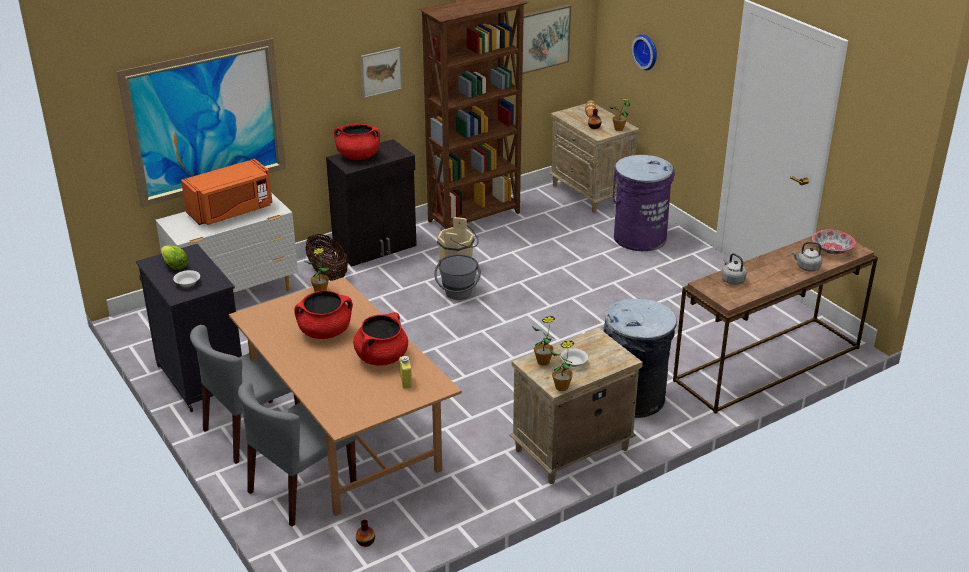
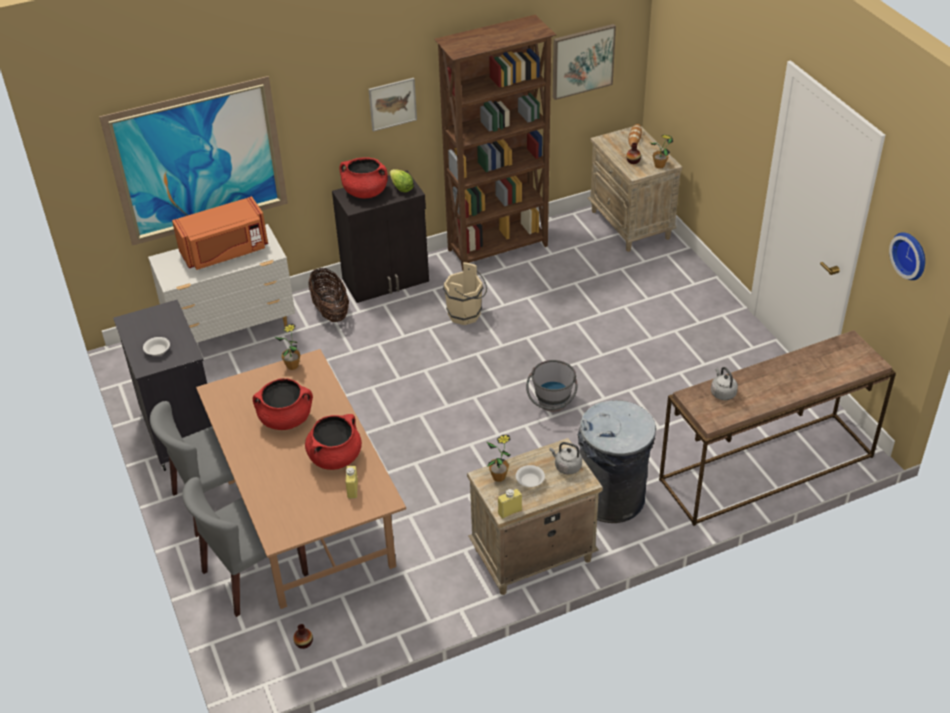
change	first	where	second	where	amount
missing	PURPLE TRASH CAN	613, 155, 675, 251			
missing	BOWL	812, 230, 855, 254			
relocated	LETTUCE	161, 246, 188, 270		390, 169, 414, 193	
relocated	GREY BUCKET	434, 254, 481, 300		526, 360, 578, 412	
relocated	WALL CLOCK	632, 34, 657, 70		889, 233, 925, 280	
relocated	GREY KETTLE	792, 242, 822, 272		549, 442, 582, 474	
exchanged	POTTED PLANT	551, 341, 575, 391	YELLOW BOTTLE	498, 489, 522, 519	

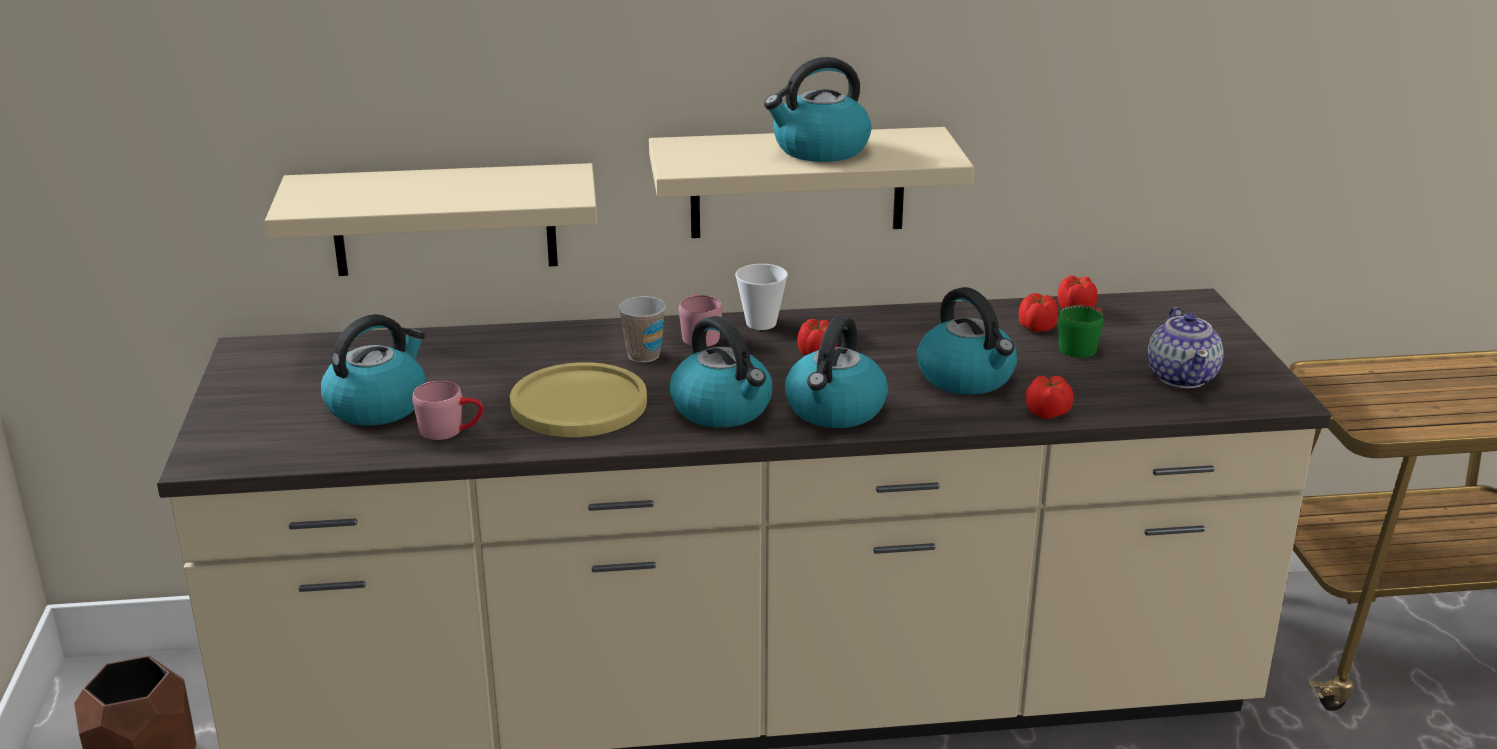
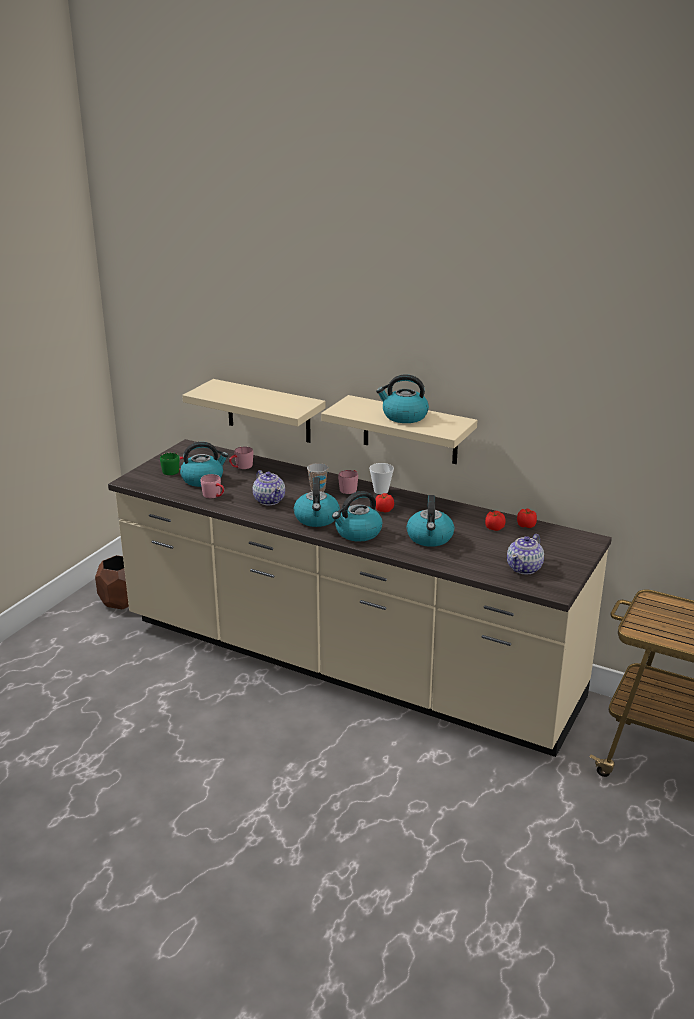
change	first	where	second	where	amount
missing	TOMATO	1026, 376, 1074, 419			
appeared			PINK MUG	229, 447, 253, 469	
relocated	GREEN MUG	1058, 305, 1103, 358		160, 452, 183, 475	
exchanged	YELLOW PLATE	510, 362, 647, 437	TEAPOT	253, 470, 285, 505	

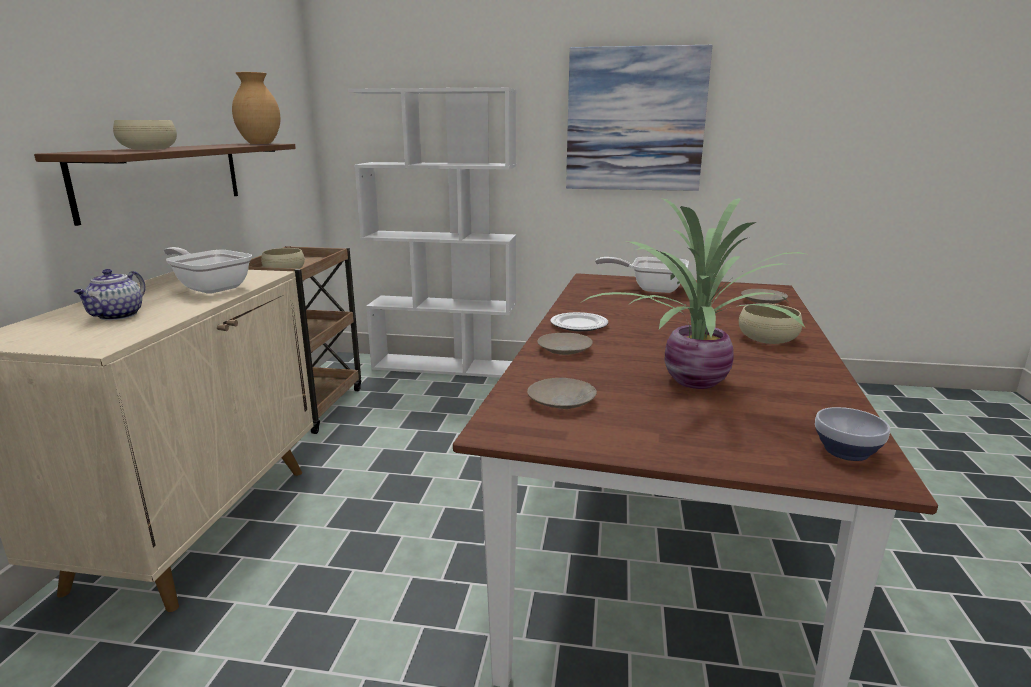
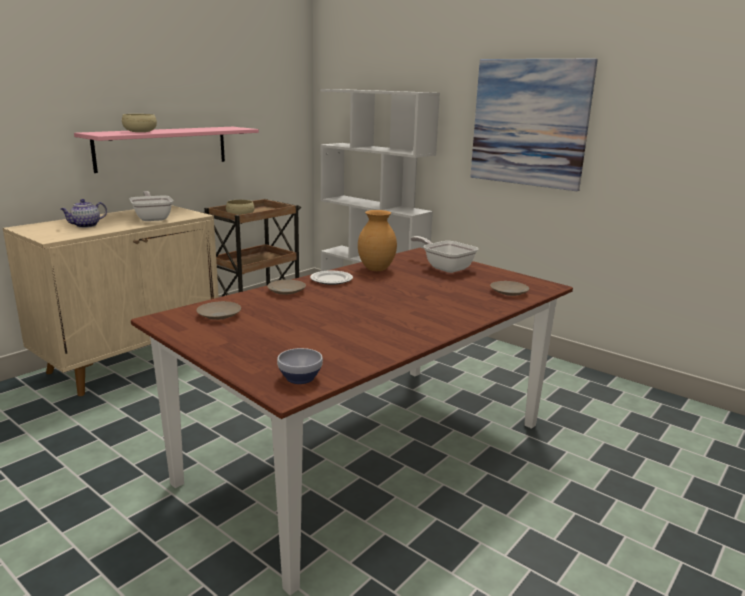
change	first	where	second	where	amount
missing	POTTED PLANT	580, 198, 805, 389			
missing	BEIGE BOWL	739, 303, 803, 344			
relocated	BROWN VASE	232, 72, 280, 144		358, 210, 397, 271	
colour	BROWN SHELF	34, 143, 296, 226	PINK SHELF	74, 127, 259, 173	

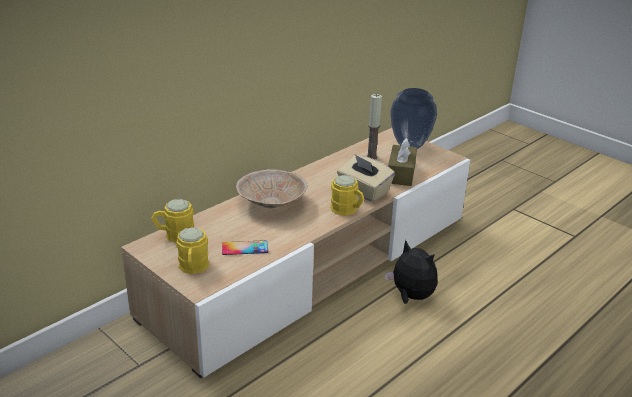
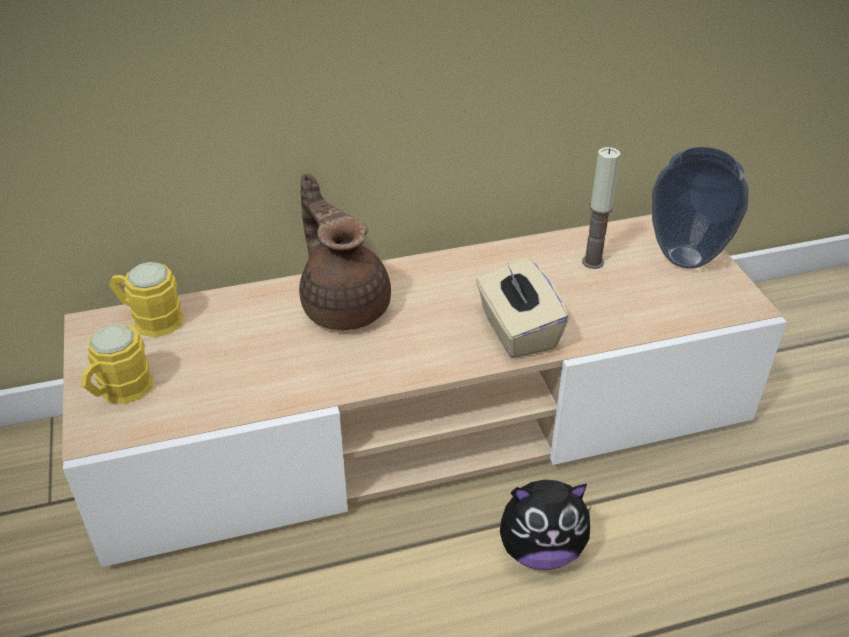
change	first	where	second	where	amount
missing	PHONE	222, 240, 268, 255			
missing	YELLOW MUG	330, 175, 364, 216			
missing	BROWN TISSUE BOX	388, 138, 417, 186			
exchanged	BEIGE BOWL	236, 169, 307, 208	BROWN TEAPOT	299, 173, 391, 330	
spun	PLUSH TOY	385, 240, 438, 304		500, 480, 591, 570	105 degrees clockwise

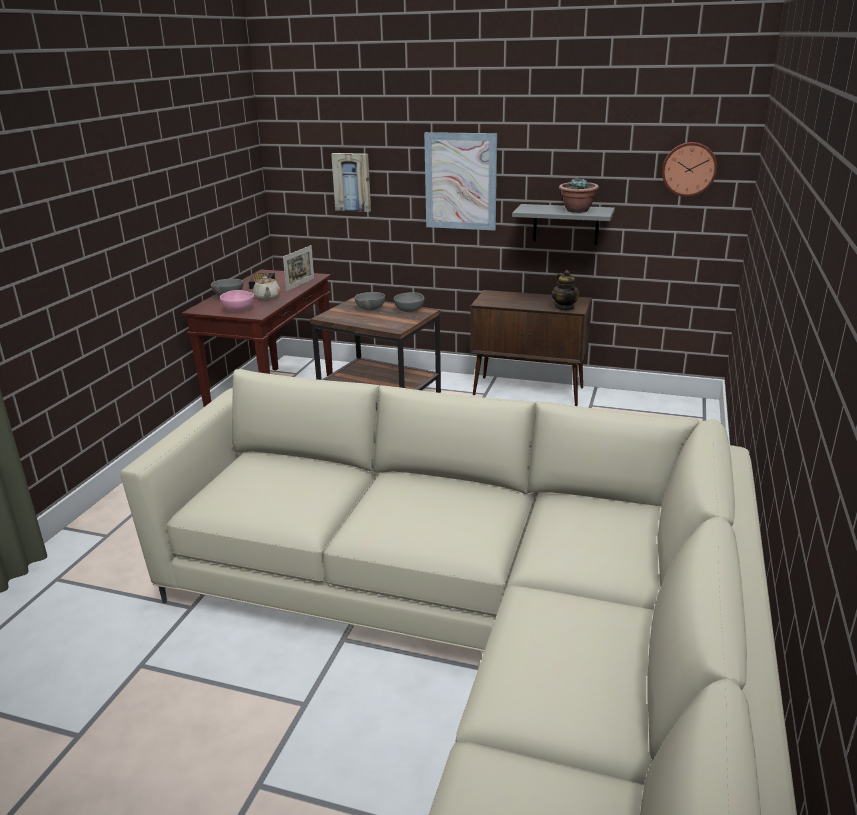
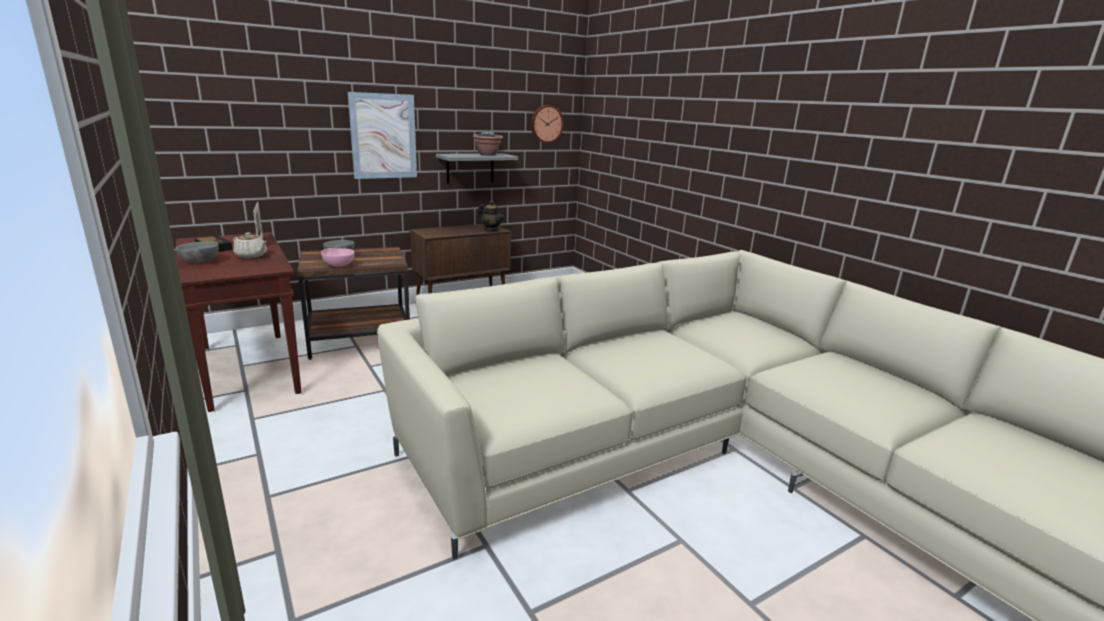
change	first	where	second	where	amount
missing	PICTURE	331, 153, 371, 212			
missing	GREY BOWL	394, 292, 424, 312			
relocated	PINK BOWL	220, 290, 254, 312		321, 248, 354, 267	

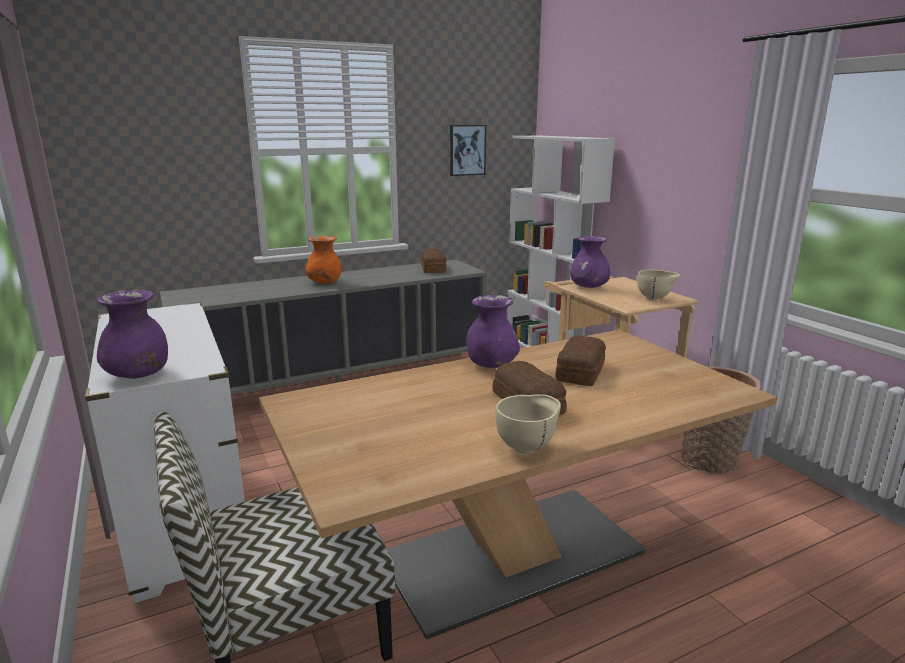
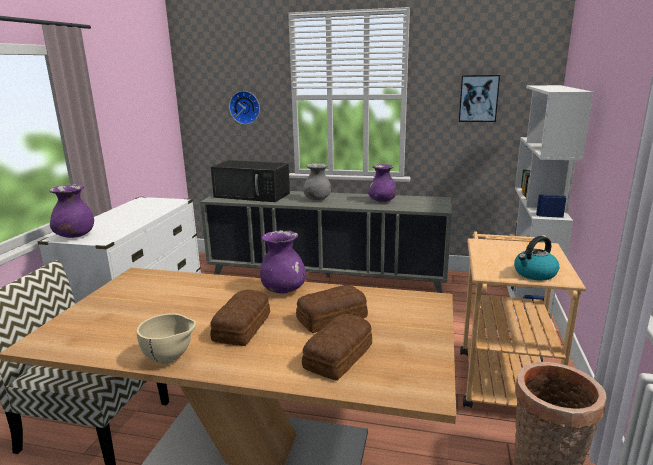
change	first	where	second	where	amount
appeared			BLACK MICROWAVE	211, 160, 290, 202	
appeared			WALL CLOCK	229, 91, 260, 125	
relocated	BREAD	421, 248, 446, 273		302, 314, 372, 380	
relocated	PURPLE VASE	570, 236, 610, 288		368, 164, 396, 202	
exchanged	BEIGE BOWL	637, 270, 680, 301	KETTLE	514, 236, 559, 280	
colour	ORANGE VASE	306, 236, 342, 284	GREY VASE	303, 163, 331, 200	

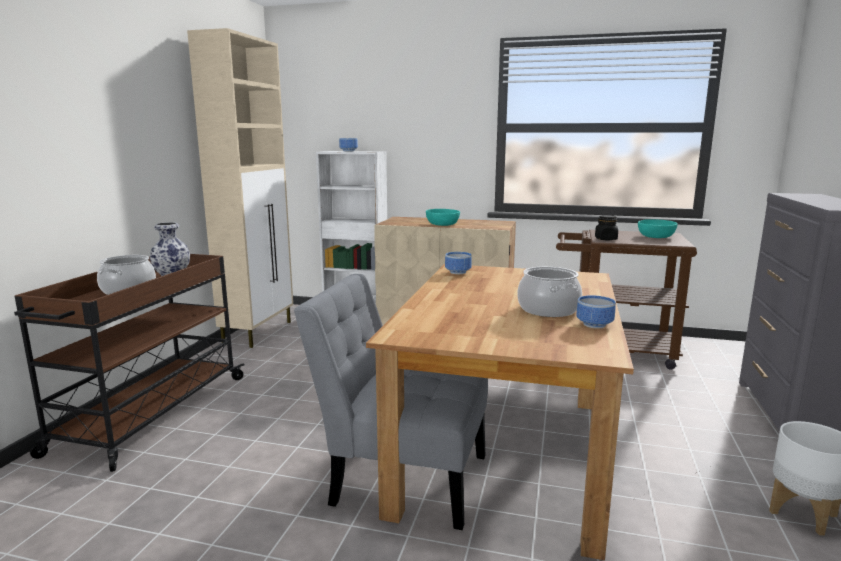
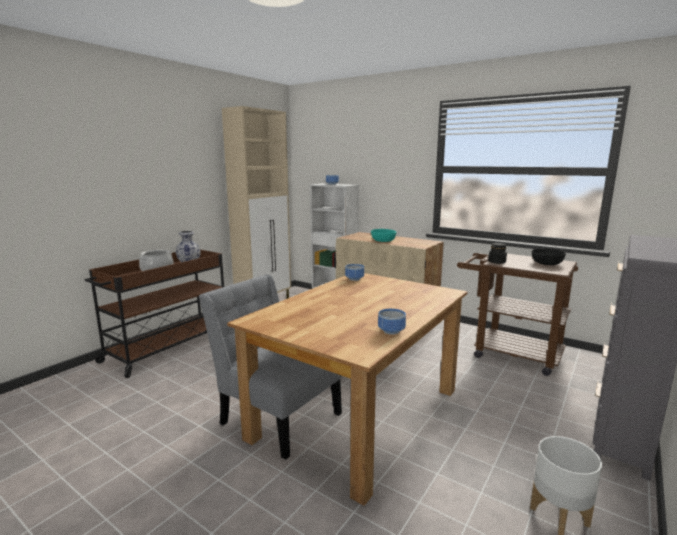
change	first	where	second	where	amount
missing	COOKING POT	518, 267, 582, 317			
colour	TURQUOISE BOWL	638, 219, 678, 238	BLACK BOWL	532, 248, 566, 265	

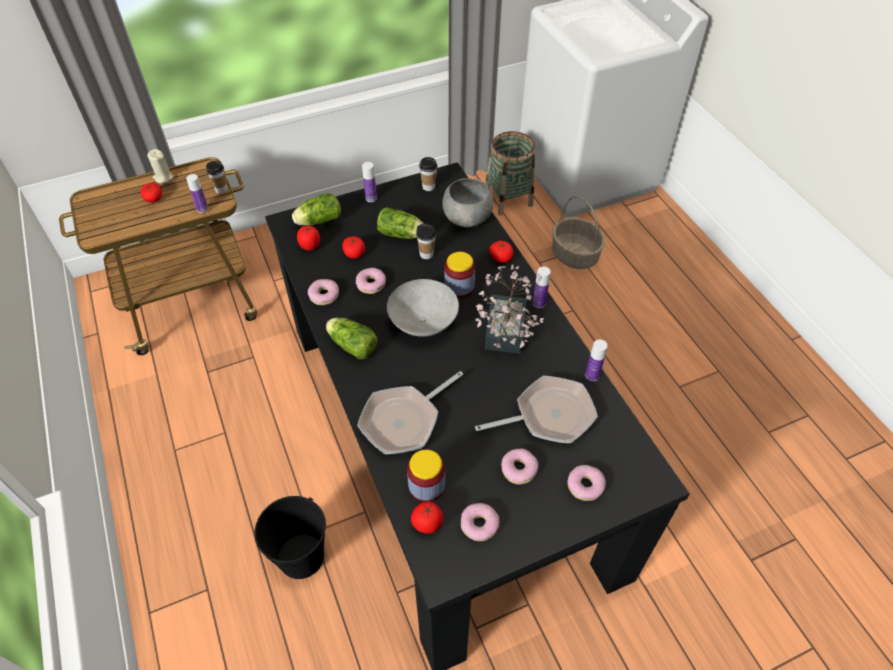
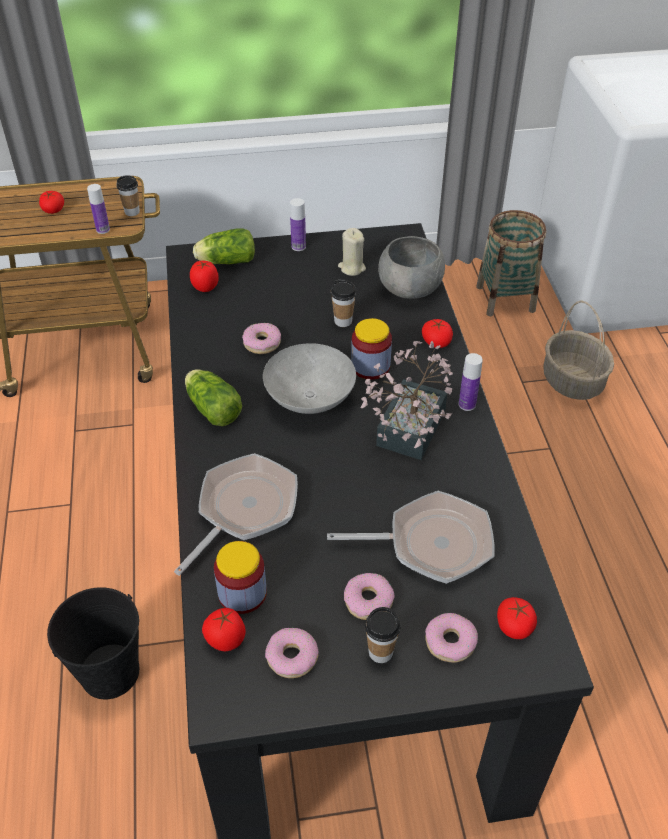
change	first	where	second	where	amount
missing	DONUT	308, 279, 339, 305			
missing	LETTUCE	377, 207, 424, 239			
missing	BOTTLE	585, 339, 608, 381			
relocated	BEIGE CANDLE	147, 149, 174, 184		338, 228, 366, 276	
relocated	TOMATO	342, 236, 365, 259		497, 597, 537, 639	
relocated	CUP	419, 157, 437, 191		365, 607, 401, 663	
spun	FRYING PAN	357, 371, 463, 454		174, 453, 298, 576	150 degrees clockwise

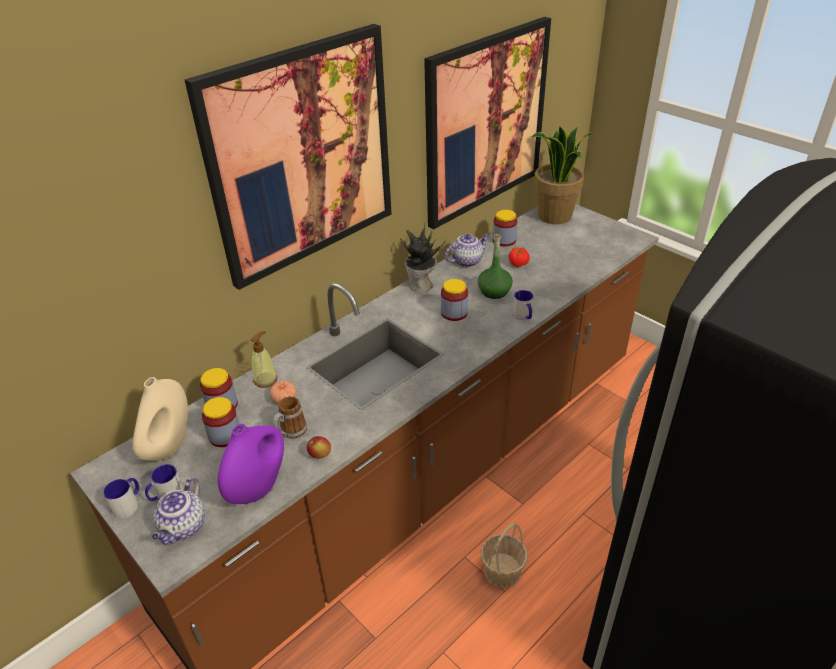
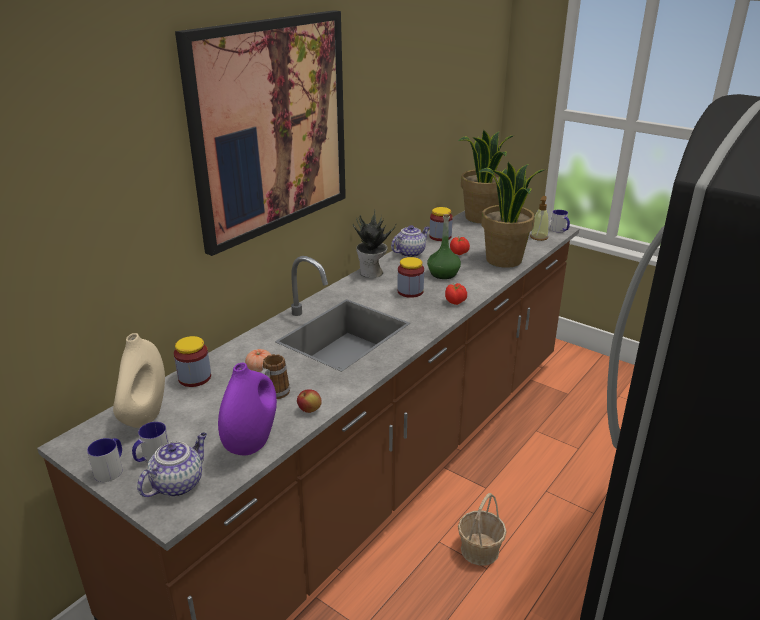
change	first	where	second	where	amount
missing	JAR	202, 397, 239, 447			
missing	PICTURE	424, 17, 551, 229			
appeared			TOMATO	445, 283, 467, 305	
appeared			POTTED PLANT	478, 162, 544, 268	
relocated	SOAP DISPENSER	250, 331, 277, 388		530, 196, 549, 241	
relocated	MUG	513, 290, 533, 320		550, 210, 570, 232	
spun	TEAPOT	152, 477, 205, 545		137, 433, 207, 497	150 degrees counterclockwise

